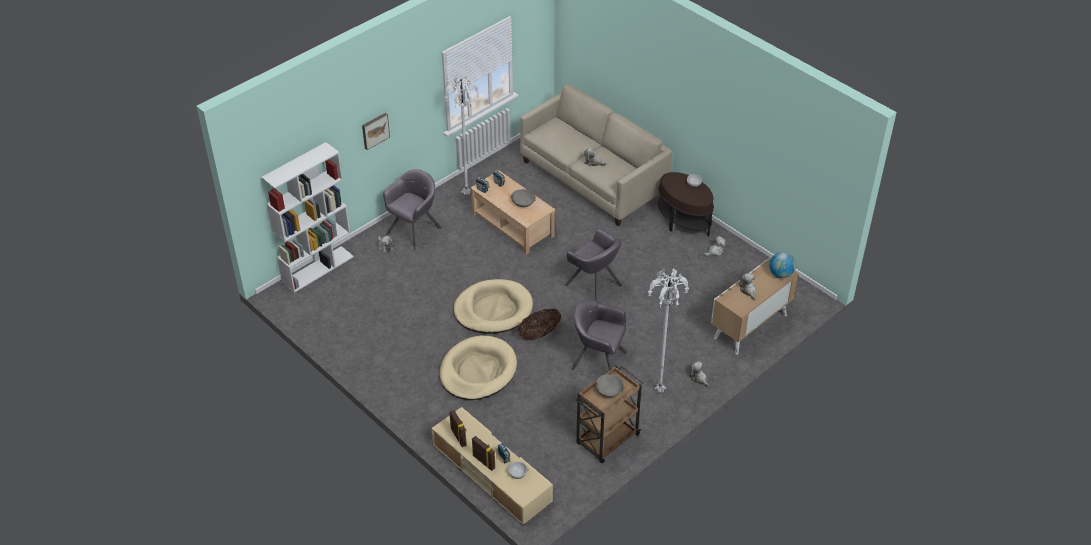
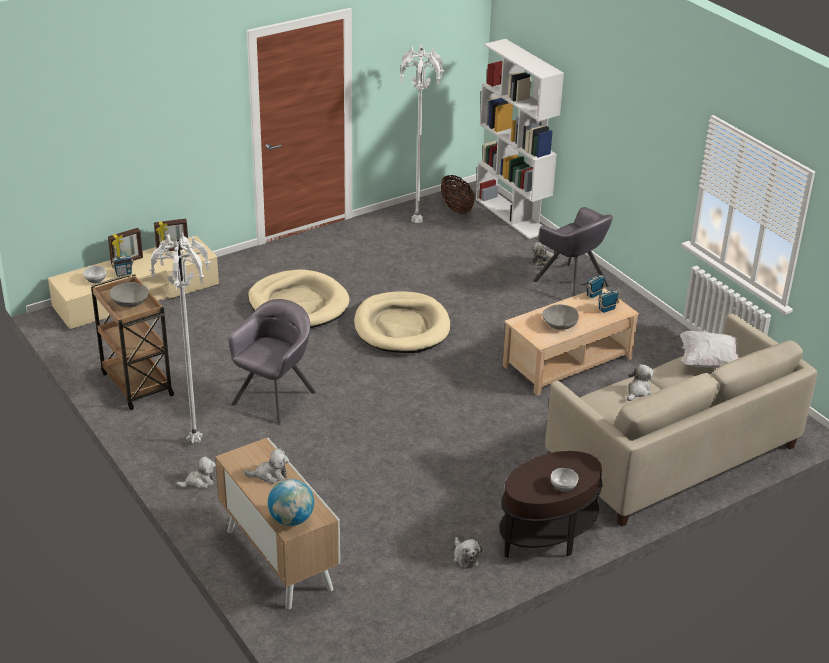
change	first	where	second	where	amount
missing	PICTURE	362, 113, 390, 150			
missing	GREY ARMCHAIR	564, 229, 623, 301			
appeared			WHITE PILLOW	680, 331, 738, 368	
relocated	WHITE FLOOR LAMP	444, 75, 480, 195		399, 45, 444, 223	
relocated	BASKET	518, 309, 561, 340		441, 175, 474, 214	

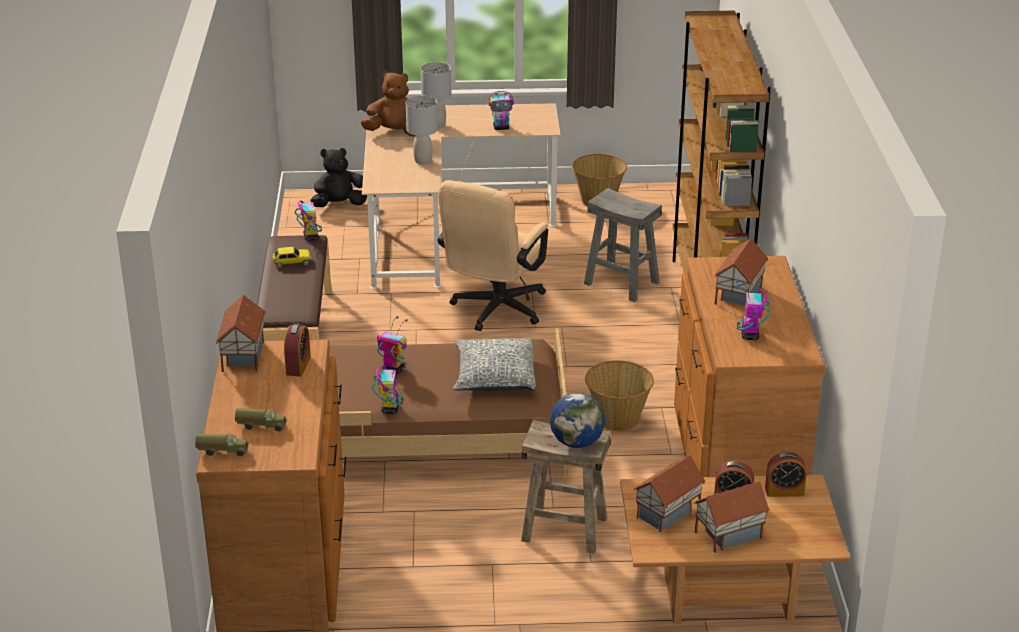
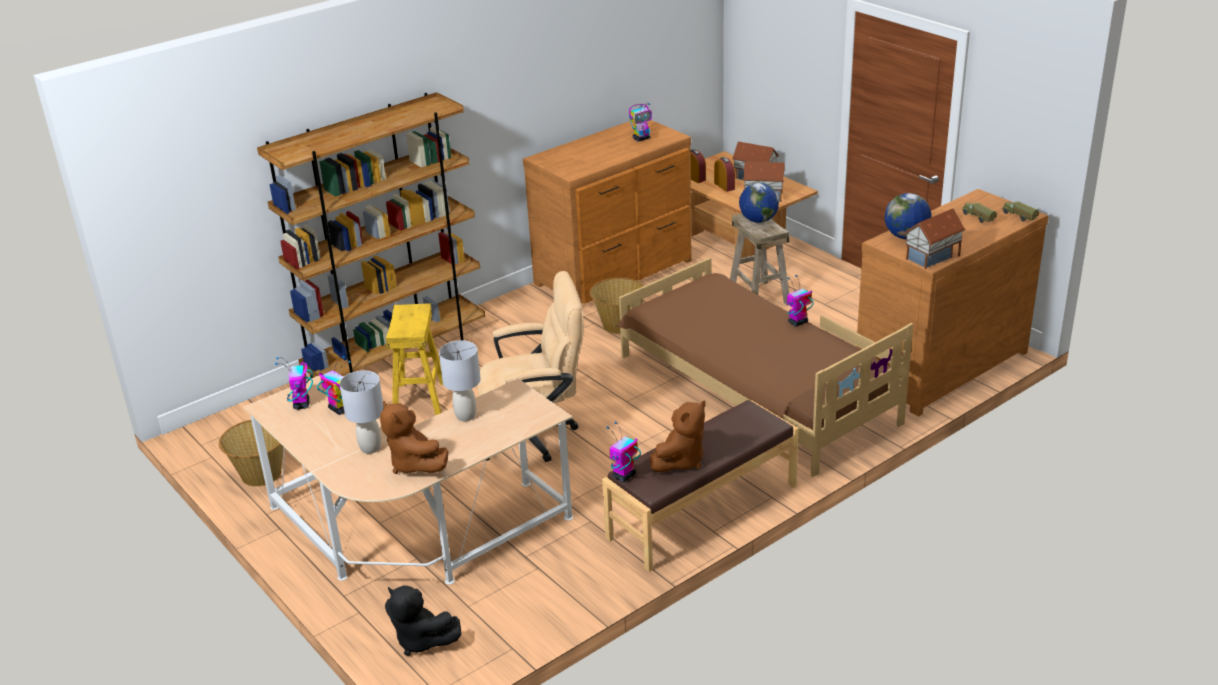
change	first	where	second	where	amount
missing	PILLOW	453, 338, 536, 391			
missing	TOY HOUSE	714, 238, 768, 311			
relocated	TOY ROBOT	377, 316, 408, 374		275, 357, 313, 409	
exchanged	TOY CAR	272, 247, 311, 268	BROWN PLUSH TOY	650, 401, 706, 472	
exchanged	ALARM CLOCK	284, 323, 311, 377	GLOBE	885, 193, 932, 239	
colour	GREY STOOL	584, 188, 662, 302	YELLOW STOOL	386, 303, 443, 415	

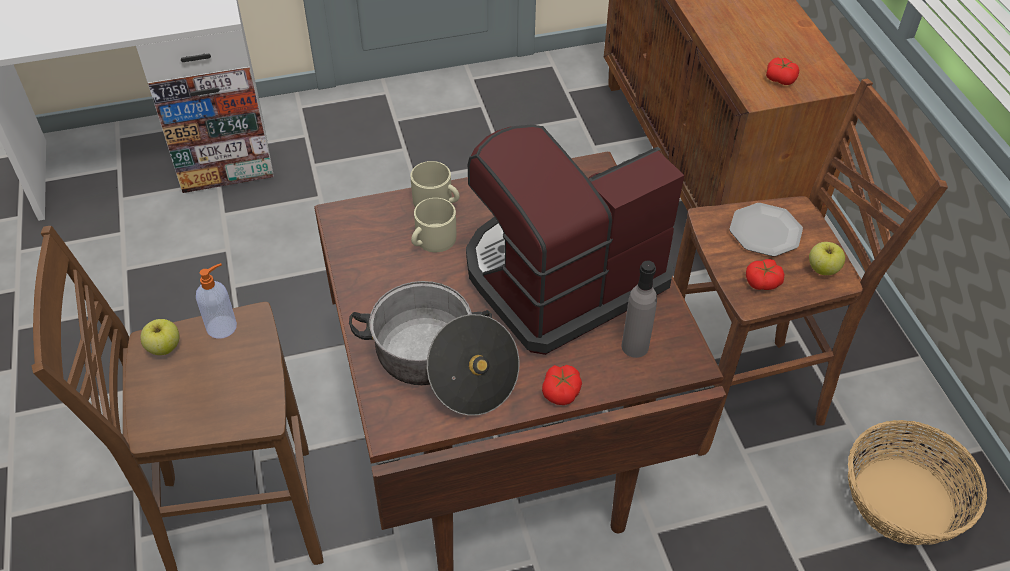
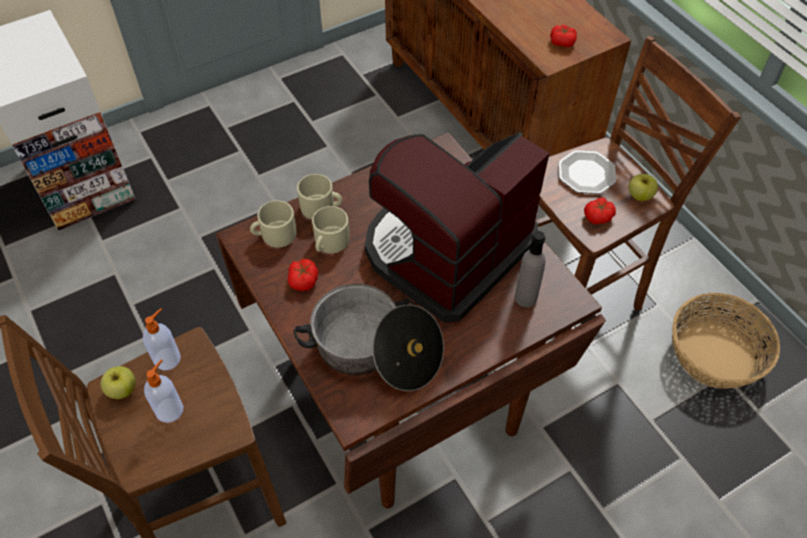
change	first	where	second	where	amount
appeared			SOAP DISPENSER	144, 360, 183, 423	
appeared			BEIGE MUG	250, 200, 297, 247	
relocated	TOMATO	542, 365, 582, 405		288, 259, 318, 291	

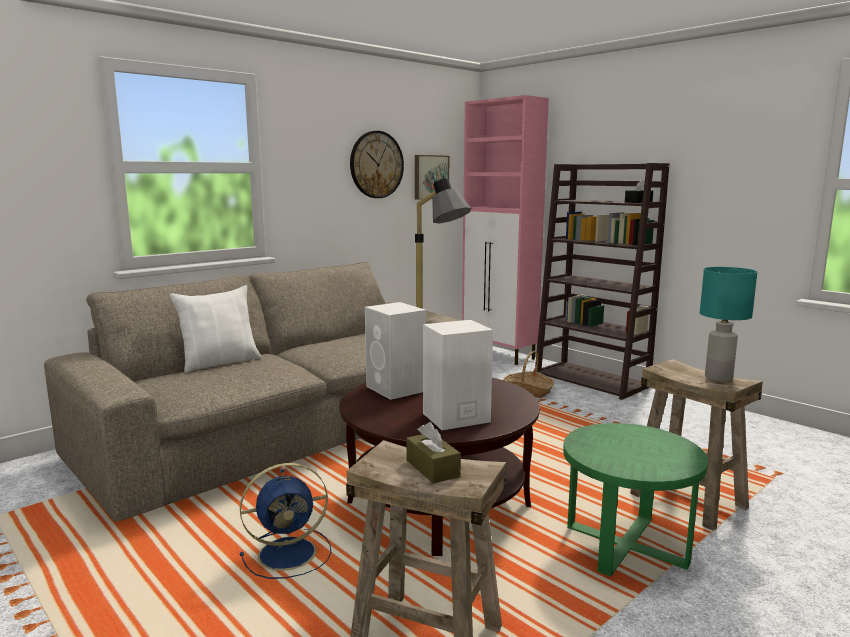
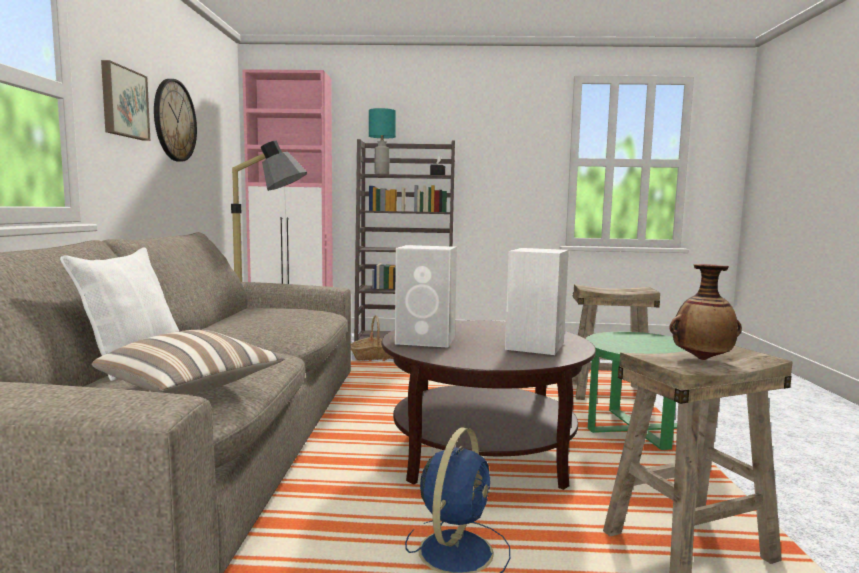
change	first	where	second	where	amount
appeared			PILLOW	92, 330, 285, 395	
relocated	PICTURE	415, 155, 449, 200		101, 60, 150, 141	
relocated	TURQUOISE TABLE LAMP	700, 267, 757, 381		369, 108, 396, 174	
exchanged	BROWN TISSUE BOX	406, 422, 461, 484	VASE	669, 264, 742, 360	

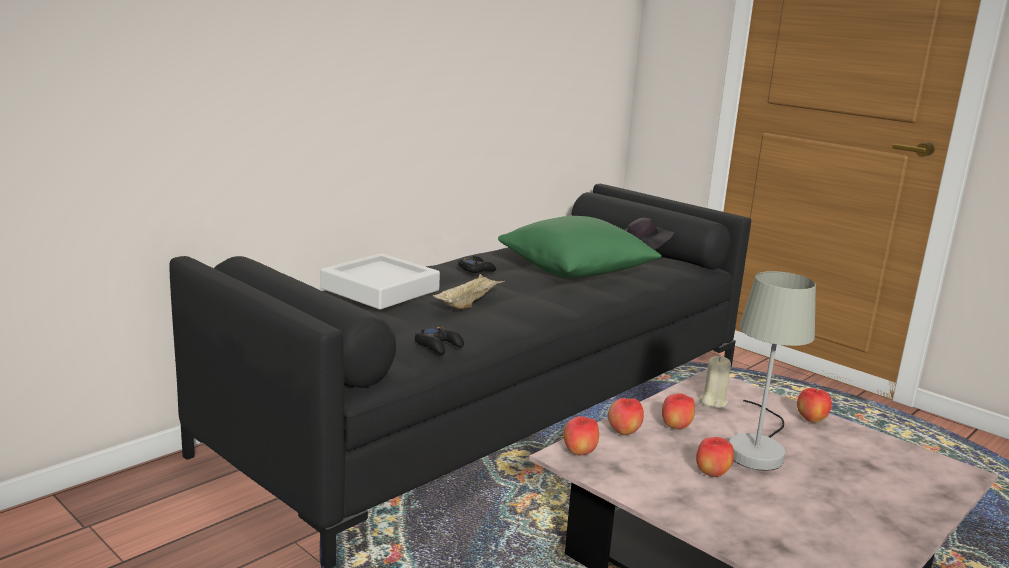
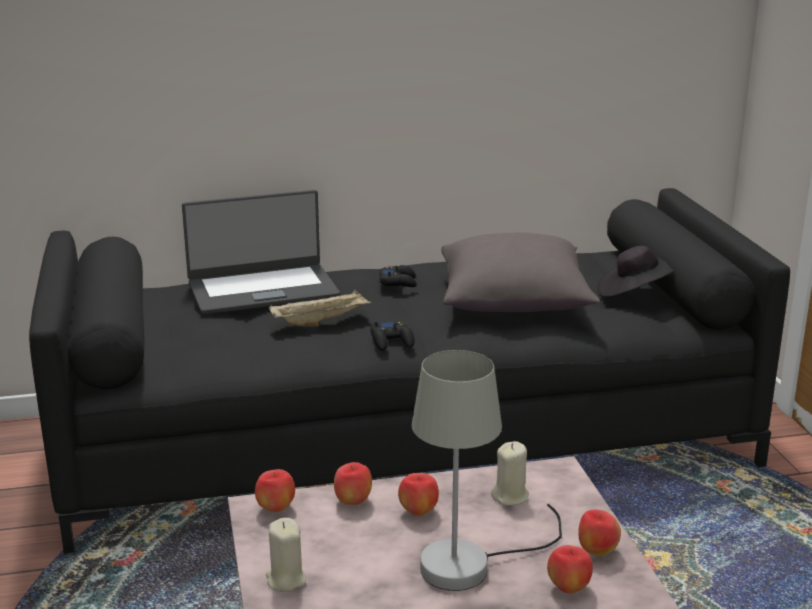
change	first	where	second	where	amount
appeared			BEIGE CANDLE	266, 518, 306, 592	
relocated	BLACK GAME CONTROLLER	415, 327, 464, 355		371, 322, 415, 351	
relocated	APPLE	696, 437, 734, 477		547, 545, 593, 594	
exchanged	GREY TRAY	320, 253, 440, 309	LAPTOP	182, 190, 340, 314	
colour	GREEN PILLOW	498, 216, 662, 278	GREY PILLOW	441, 232, 600, 312	

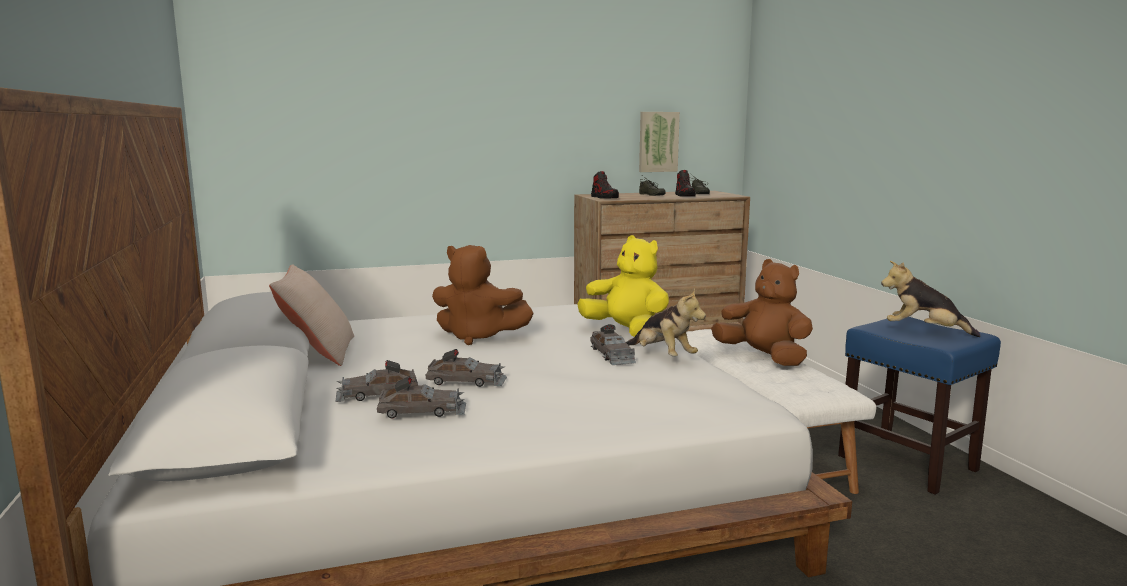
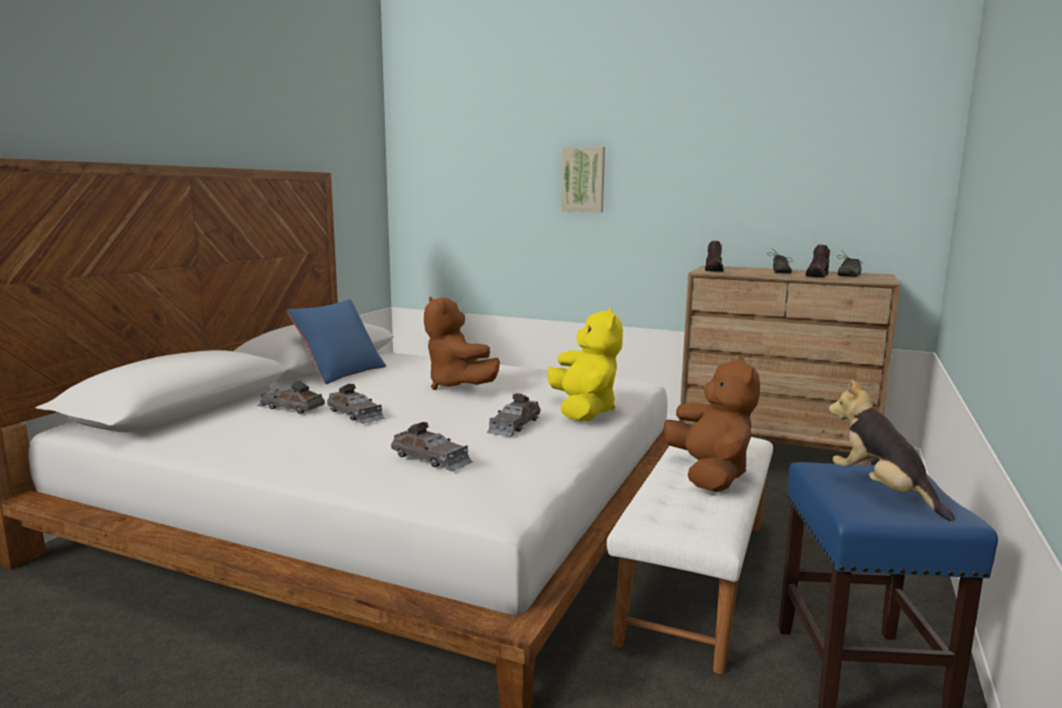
change	first	where	second	where	amount
missing	PLUSH TOY	627, 289, 706, 356			
relocated	GREY TOY CAR	377, 376, 466, 418		391, 422, 473, 471	
relocated	PICTURE	639, 112, 680, 172		561, 147, 605, 212	
colour	BEIGE PILLOW	269, 264, 354, 366	BLUE PILLOW	287, 299, 386, 384	

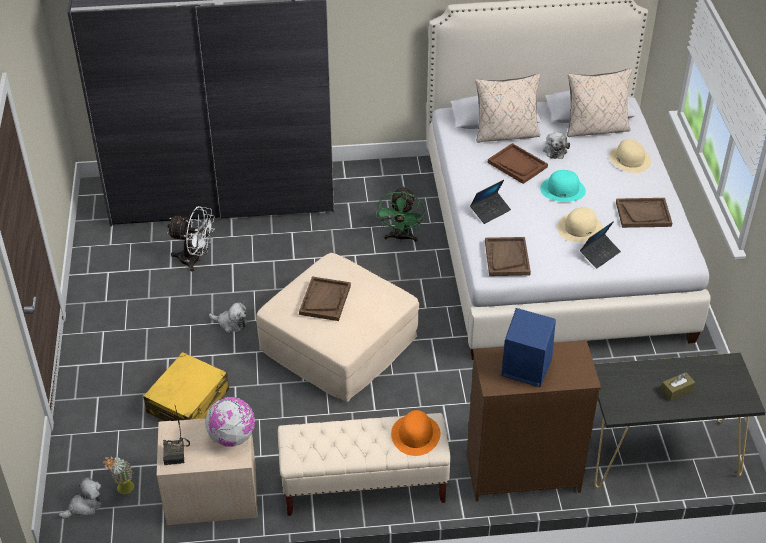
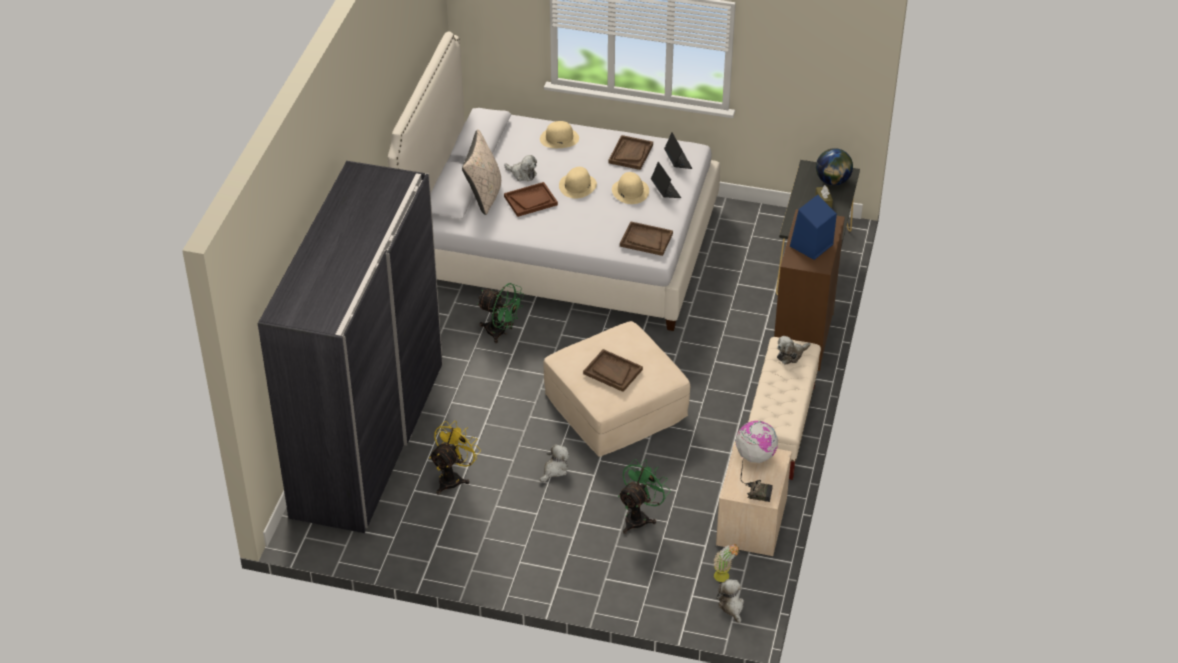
change	first	where	second	where	amount
missing	BEIGE PILLOW	567, 68, 632, 137			
appeared			GLOBE	816, 148, 853, 185	
relocated	LAPTOP	470, 180, 511, 224		664, 132, 692, 169	
exchanged	YELLOW SUITCASE	143, 352, 229, 421	GREEN FAN	618, 459, 670, 534	
exchanged	ORANGE HAT	391, 410, 441, 456	PLUSH TOY	777, 336, 810, 365	
colour	WHITE FAN	167, 206, 215, 272	YELLOW FAN	429, 421, 481, 495	
colour	TURQUOISE HAT	540, 170, 586, 202	BEIGE HAT	559, 167, 597, 198	

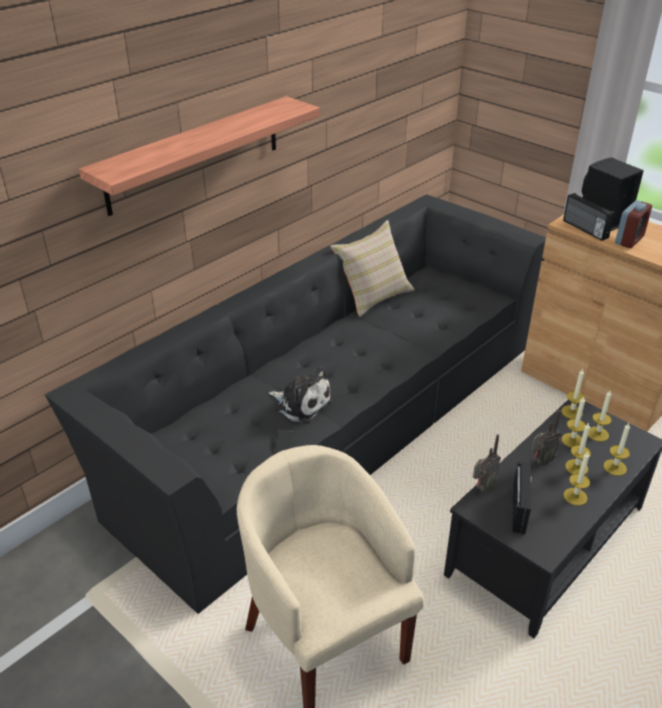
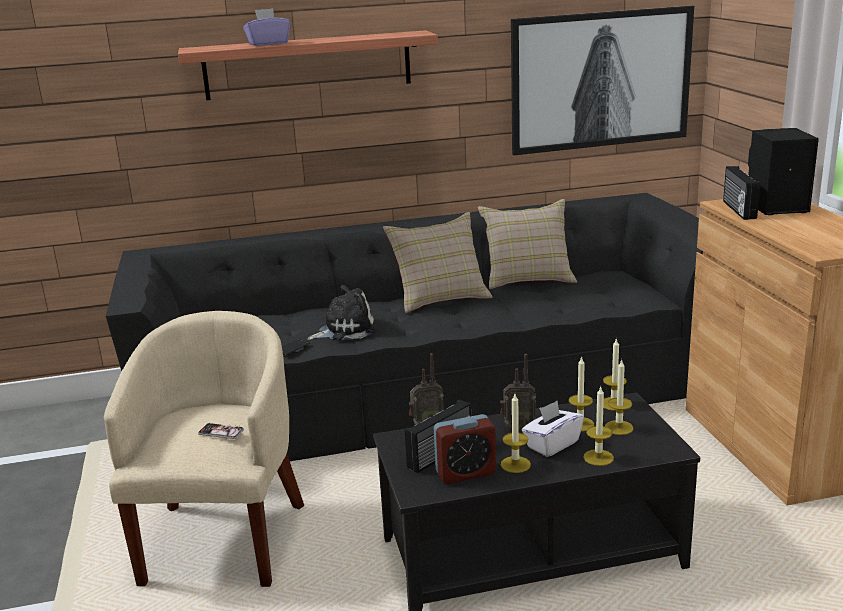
change	first	where	second	where	amount
appeared			PHONE	198, 423, 244, 439	
appeared			PURPLE TISSUE BOX	243, 8, 290, 46	
appeared			BEIGE PILLOW	383, 212, 493, 313	
appeared			PICTURE	511, 6, 694, 155	
relocated	ALARM CLOCK	615, 200, 652, 248		434, 414, 496, 484	
exchanged	CANDLE	565, 423, 591, 475	WHITE TISSUE BOX	522, 401, 584, 457	
spun	PLUSH TOY	269, 367, 333, 424		307, 285, 377, 341	90 degrees counterclockwise

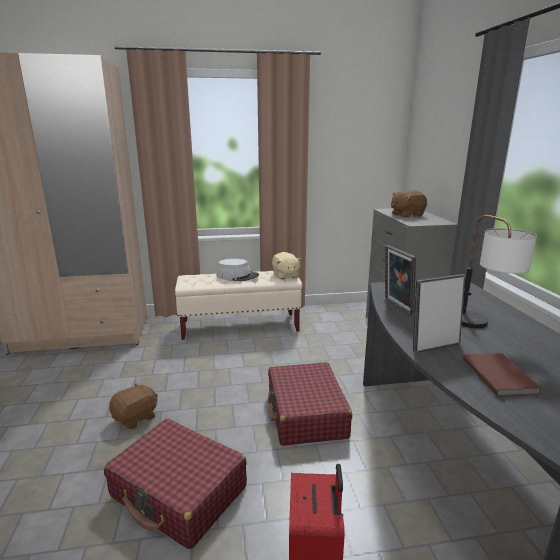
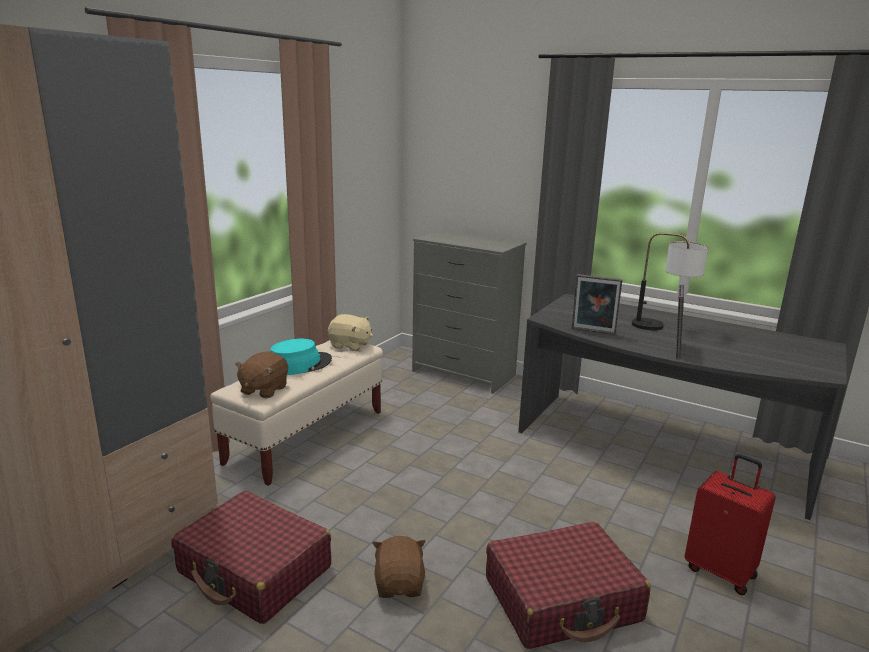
change	first	where	second	where	amount
missing	BROWN BOOK	463, 353, 541, 397			
relocated	RED SUITCASE	268, 362, 352, 446		171, 491, 331, 624	
relocated	BROWN PLUSH TOY	391, 190, 427, 218		235, 351, 288, 398	
colour	GREY HAT	217, 258, 259, 281	TURQUOISE HAT	271, 339, 332, 375	

